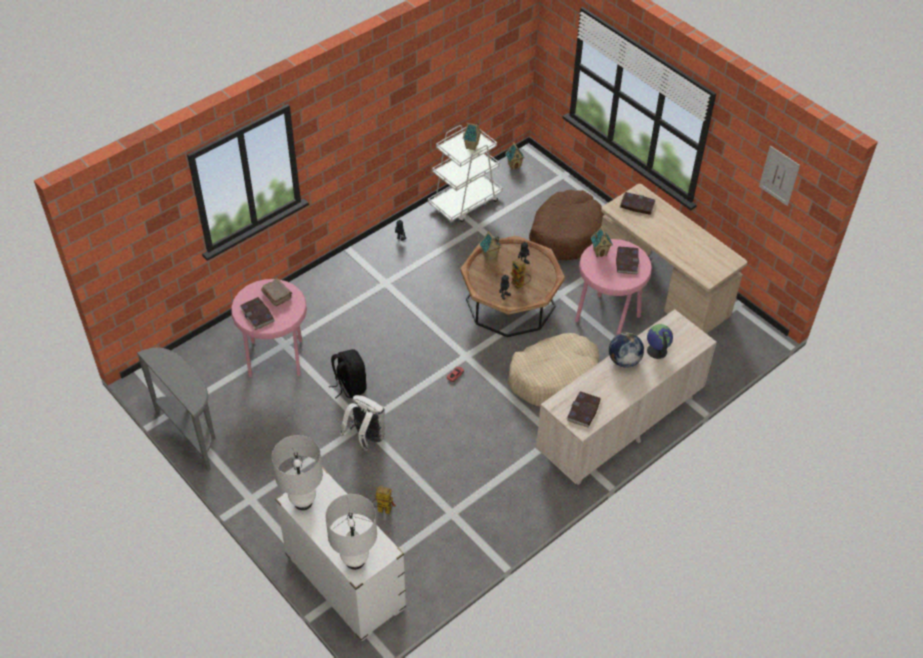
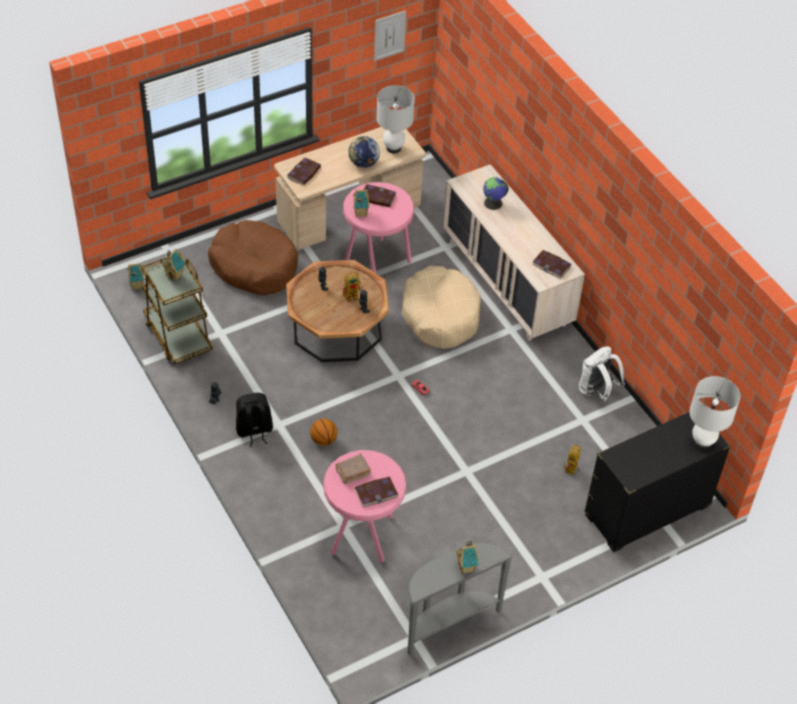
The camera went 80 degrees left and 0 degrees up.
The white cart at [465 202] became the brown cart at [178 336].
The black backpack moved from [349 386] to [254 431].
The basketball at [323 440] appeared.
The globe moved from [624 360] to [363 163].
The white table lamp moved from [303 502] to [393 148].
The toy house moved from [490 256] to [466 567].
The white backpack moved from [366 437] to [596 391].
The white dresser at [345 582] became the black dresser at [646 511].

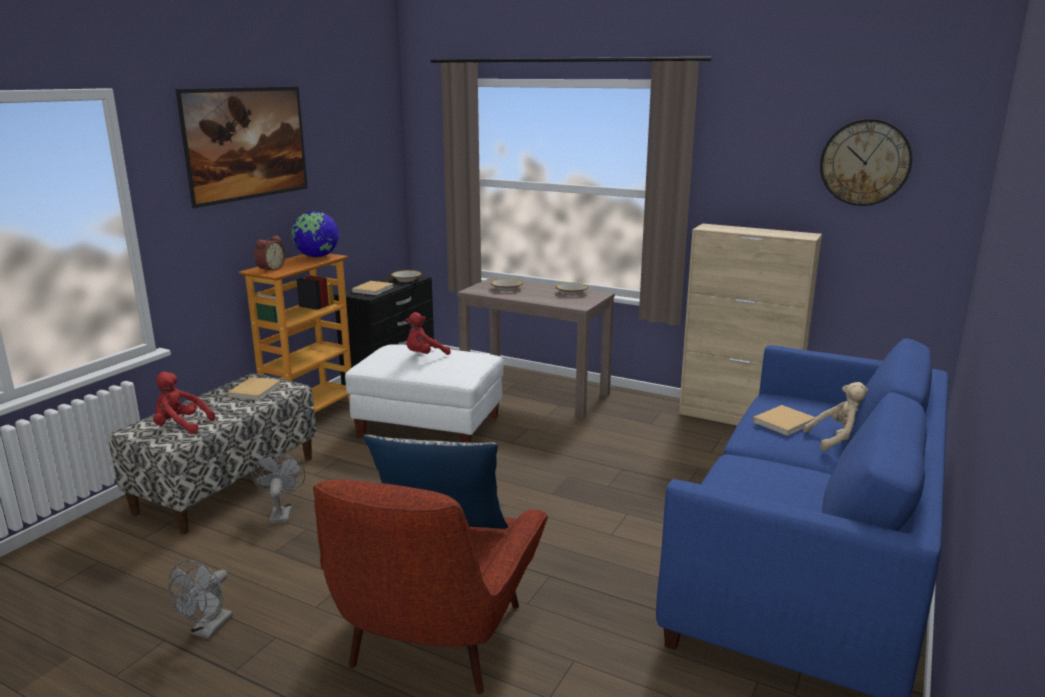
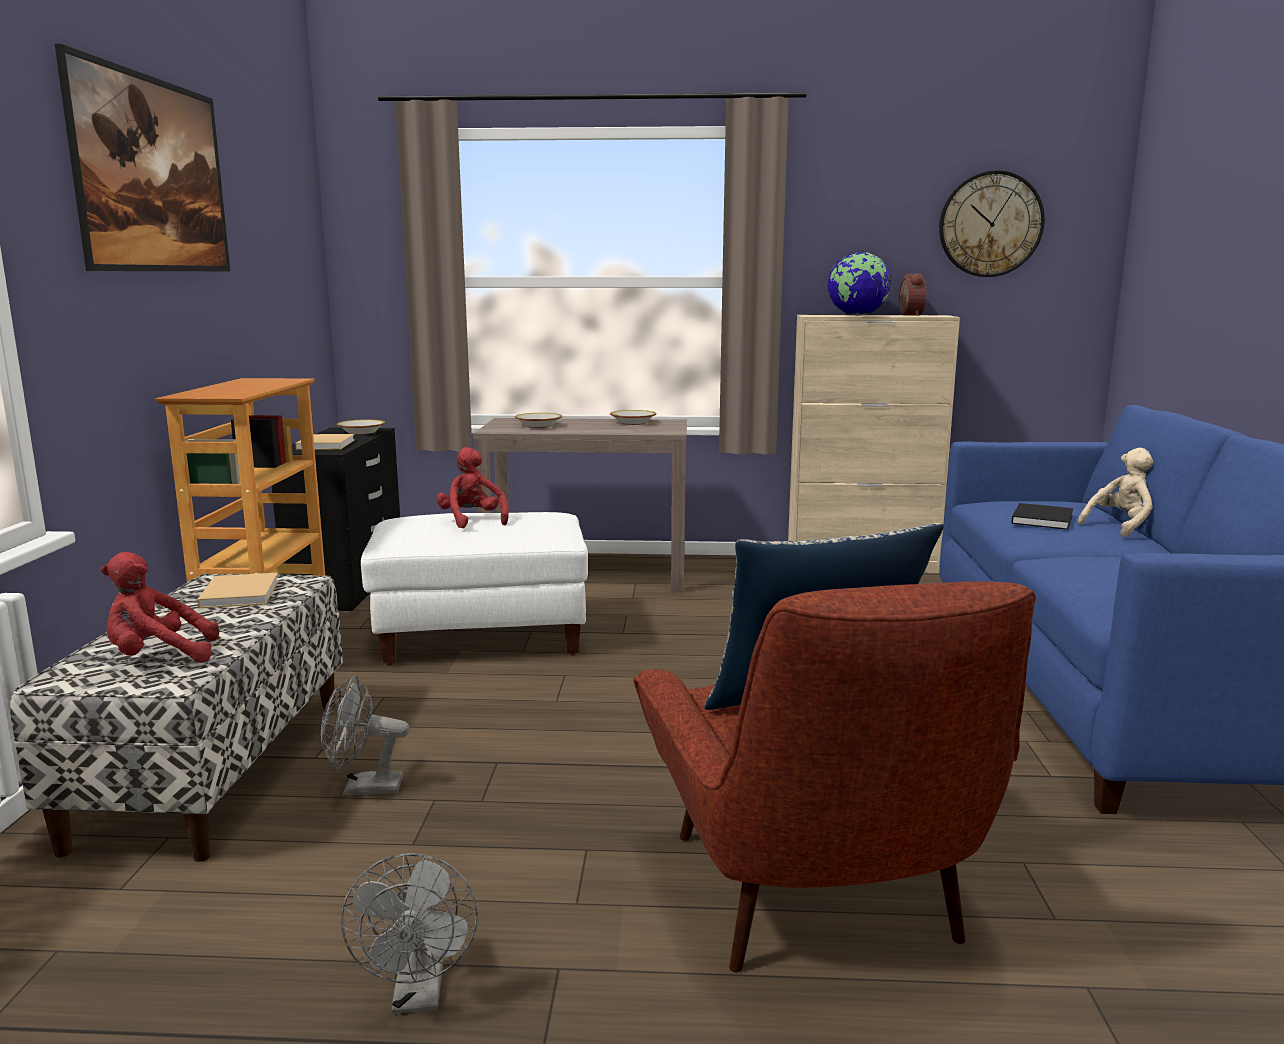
The camera went 25 degrees left and 5 degrees down.
The grey fan at [281 513] turned 60 degrees counterclockwise.
The red plush toy at [425 355] turned 120 degrees clockwise.
The globe moved from [317 257] to [857 315].
The alarm clock moved from [270 269] to [908 315].
The beige book at [785 422] became the black book at [1042 519].

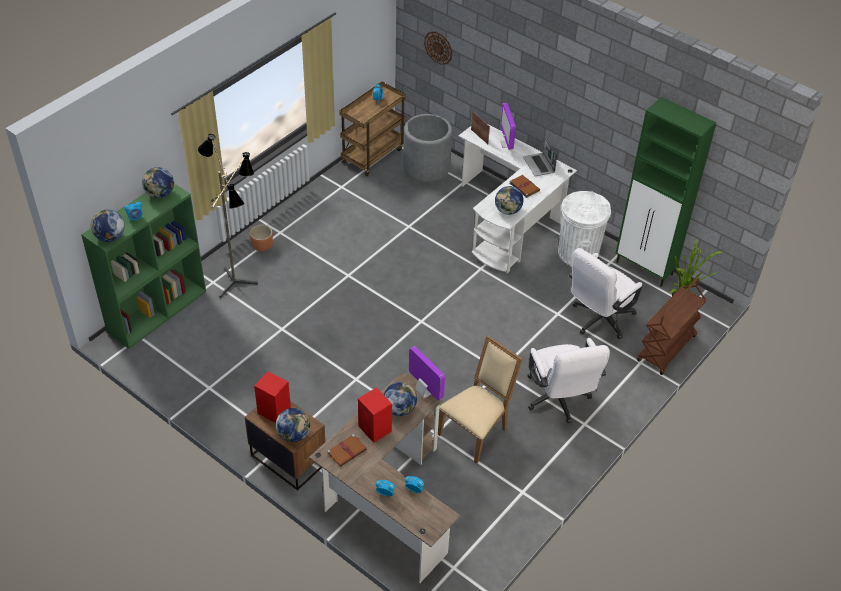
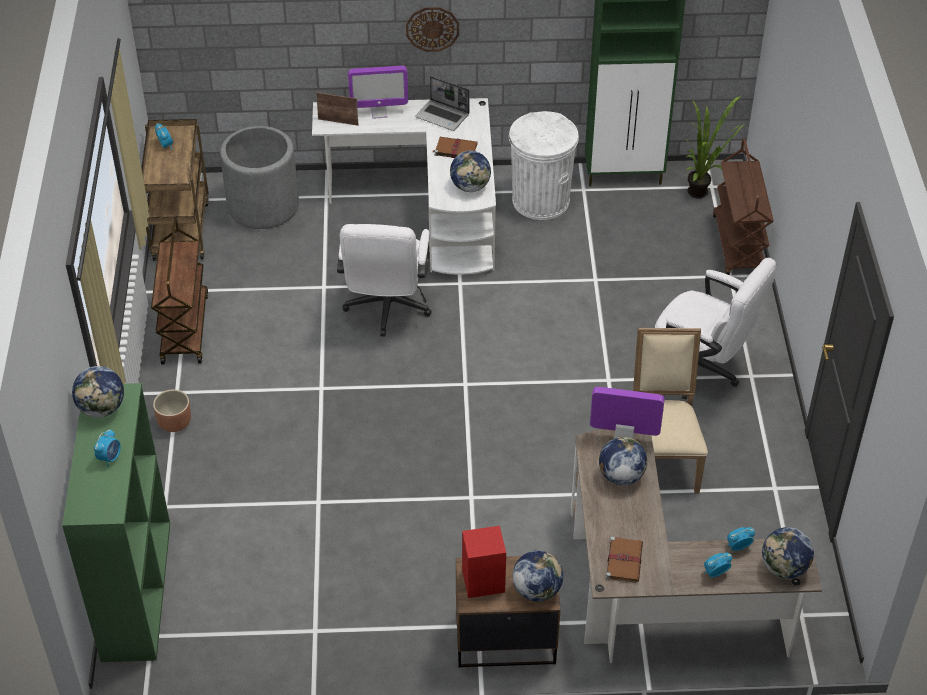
The camera went 40 degrees left and 0 degrees up.
The brown cart at [184 328] appeared.
The white office chair moved from [598 320] to [386 310].
The monitor at [507 144] turned 45 degrees counterclockwise.
The wall clock moved from [438 47] to [432 28].
The globe moved from [110 237] to [784 568].
The floor lamp at [238 281] disappeared.
The red speaker at [375 429] disappeared.

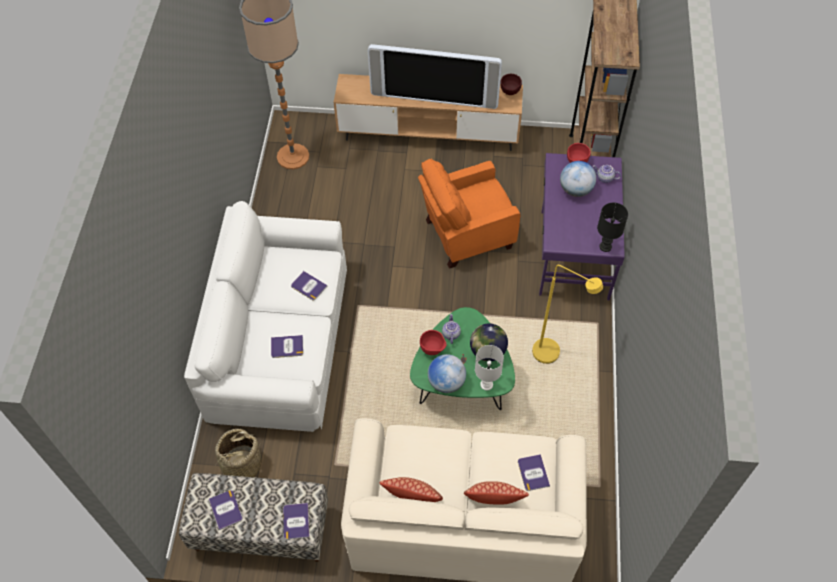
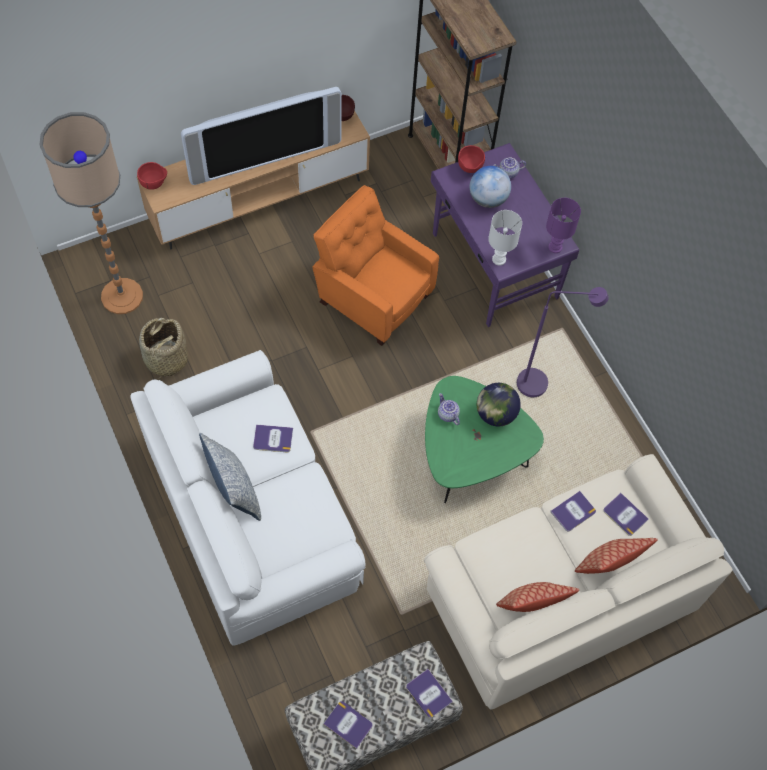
The camera went 35 degrees left and 5 degrees up.
The red bowl moved from [433 350] to [154 185].
The basket moved from [241 464] to [166 359].
The pillow at [233 490] appeared.
The orange armchair at [466 234] turned 90 degrees clockwise.
The white table lamp moved from [487 384] to [499 259].
The yellow floor lamp at [552 355] became the purple floor lamp at [541 384].
The black table lamp at [605 247] became the purple table lamp at [555 248].
The book moved from [287 347] to [573 512].
The globe at [446 382] disappeared.

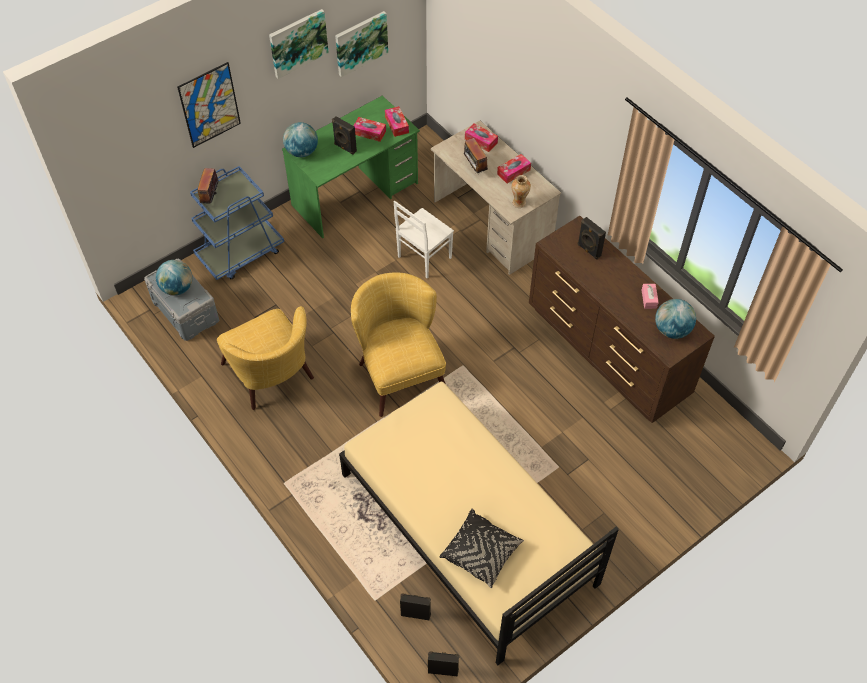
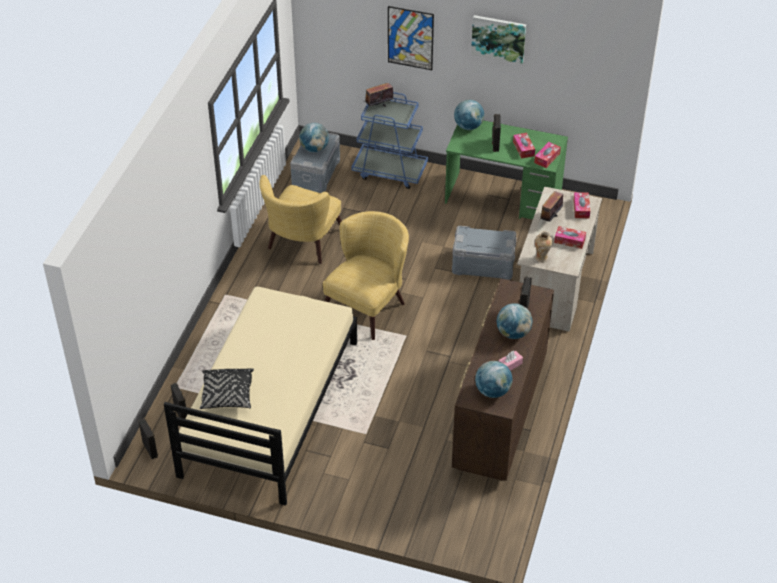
The camera went 55 degrees right and 10 degrees down.
The white chair at [423 257] was replaced by the grey storage box at [483 264].
The globe at [513 333] appeared.
The picture at [361 43] disappeared.

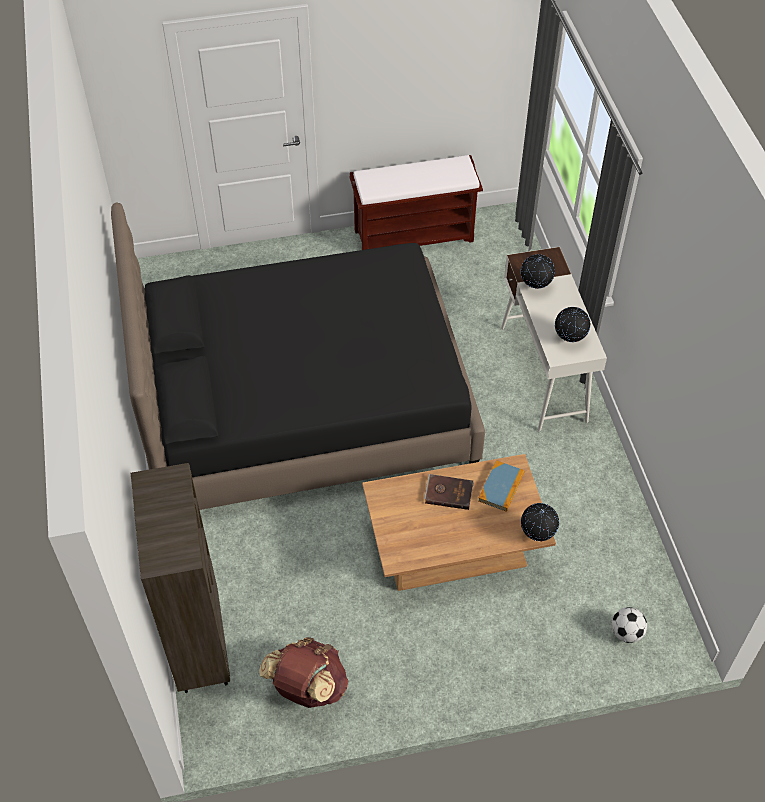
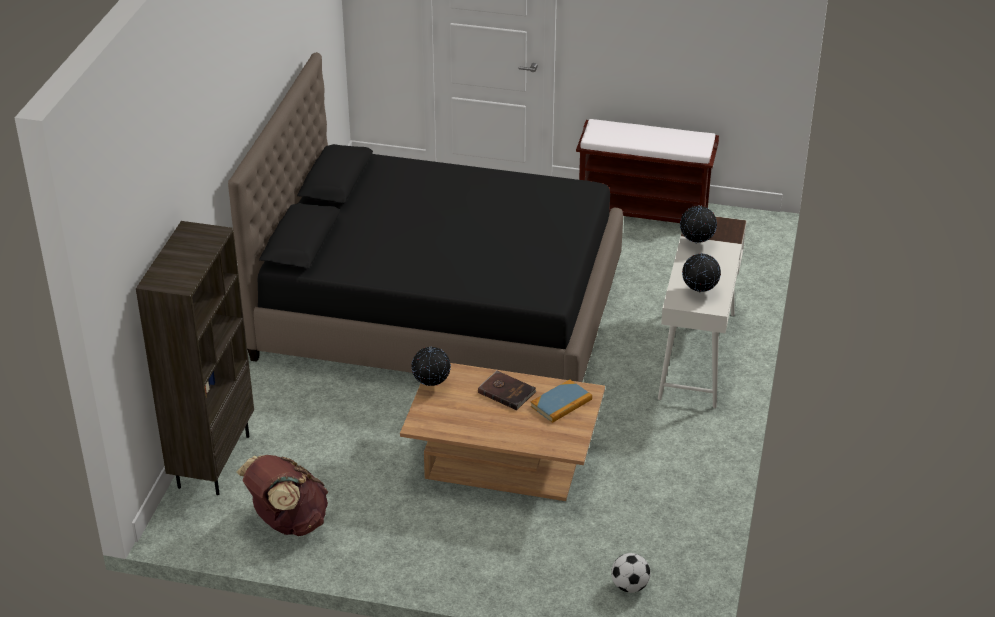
The camera went 25 degrees right and 15 degrees down.
The globe moved from [537 535] to [431 385].

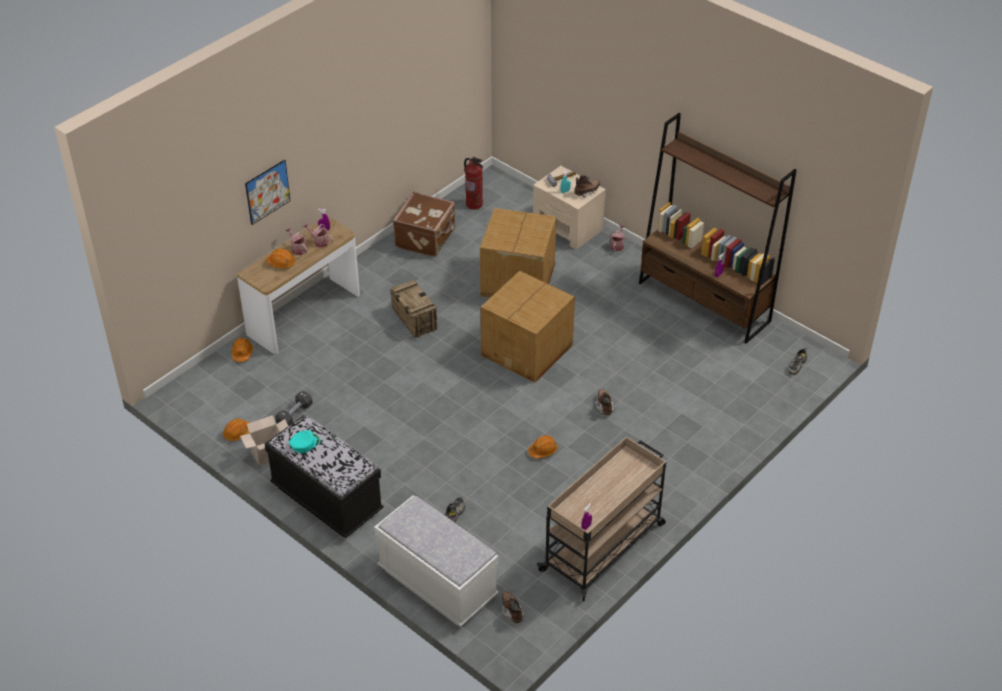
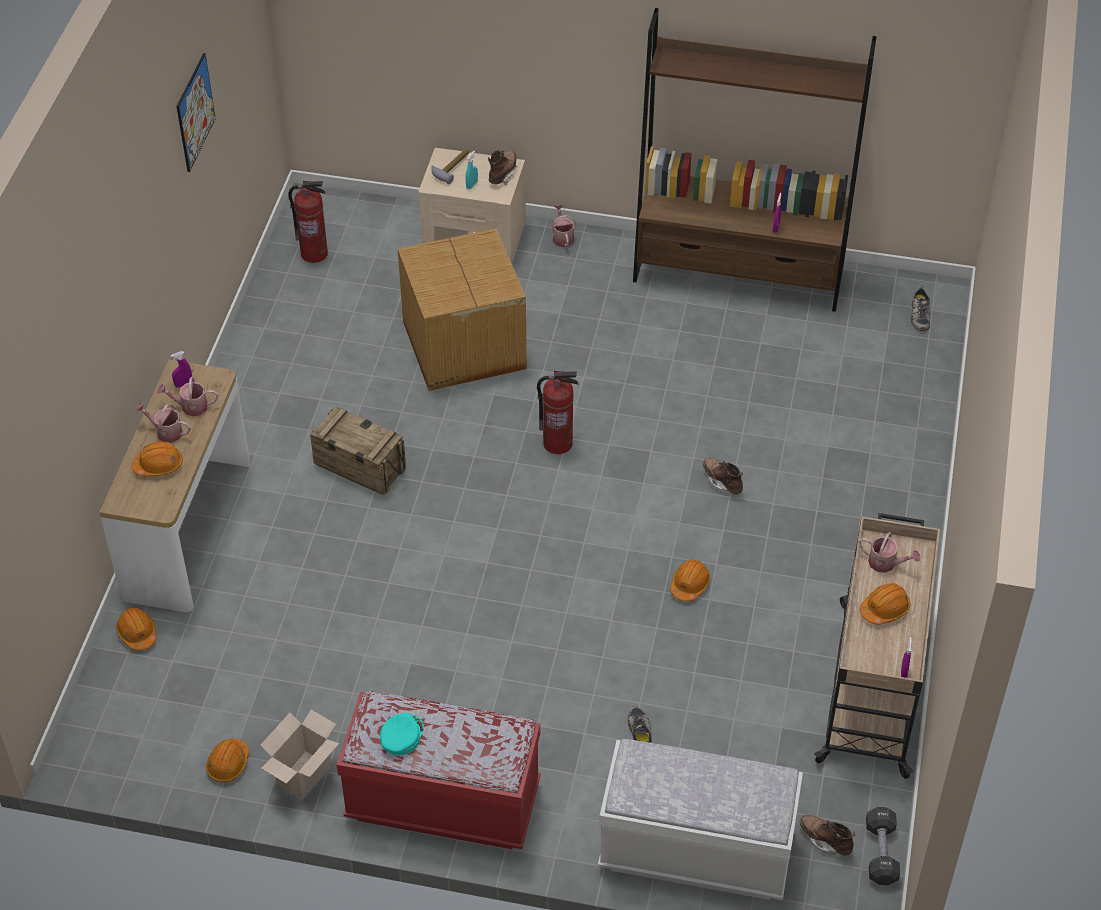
The camera went 30 degrees left and 5 degrees up.
The picture moved from [267 192] to [195 112].
The black bench at [327 499] became the red bench at [443 803].
The cardboard box at [528 350] was replaced by the fire extinguisher at [557 443].
The watering can at [886 563] appeared.
The orange hard hat at [884 609] appeared.
The black dumbbell moved from [294 415] to [881 853].
The brown suitcase at [426 238] disappeared.

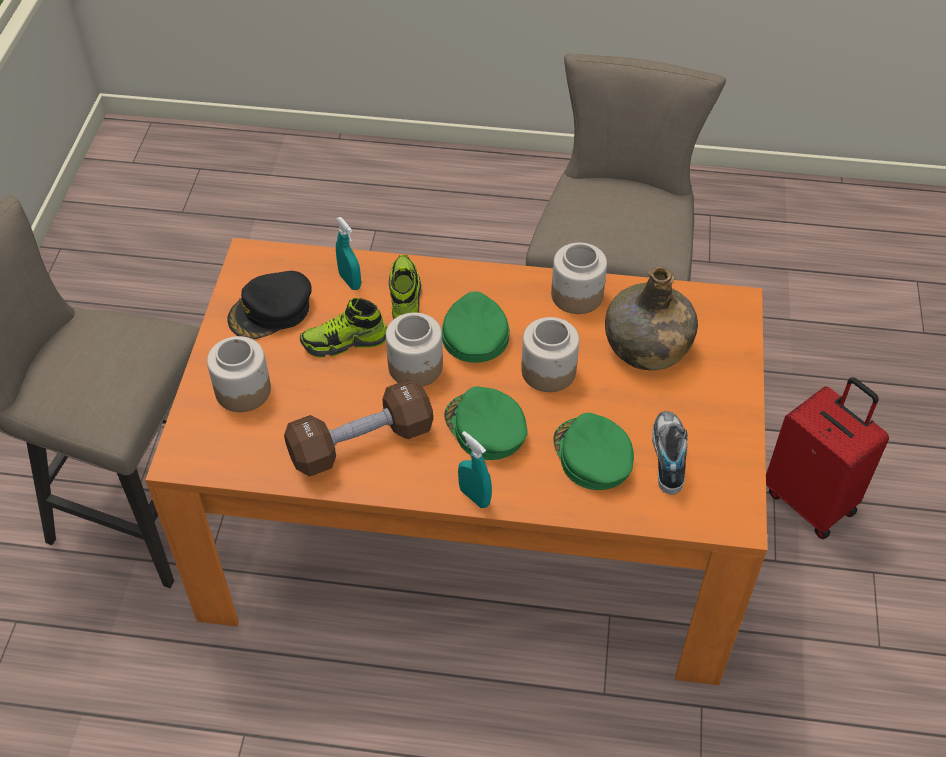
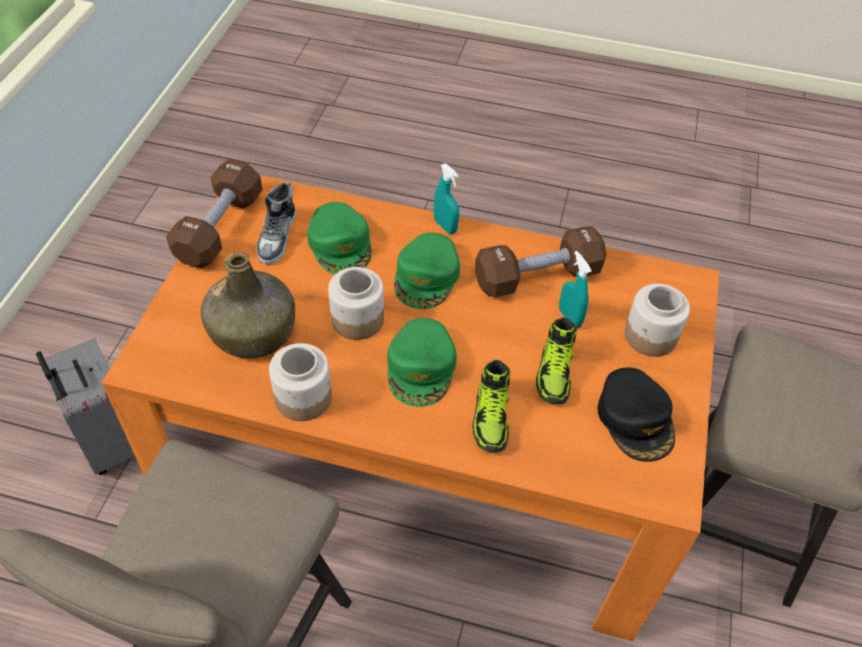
The camera went 175 degrees left and 0 degrees up.
The red suitcase at [811 501] became the grey suitcase at [109 444].
The brown dumbbell at [219 228] appeared.
The green cap at [485 427] turned 45 degrees clockwise.
The shoe at [345 342] turned 105 degrees clockwise.
The turquoise spray bottle moved from [350 281] to [569 318].
The black cap at [271 311] turned 105 degrees clockwise.
The jar at [416 367] disappeared.

